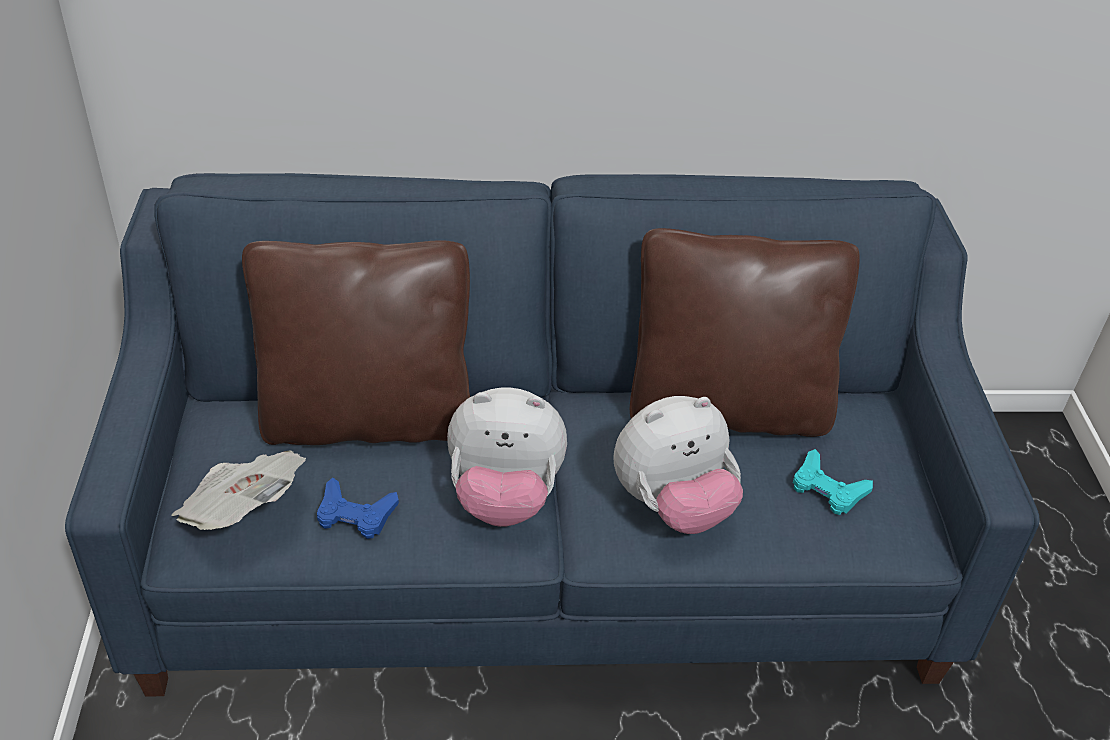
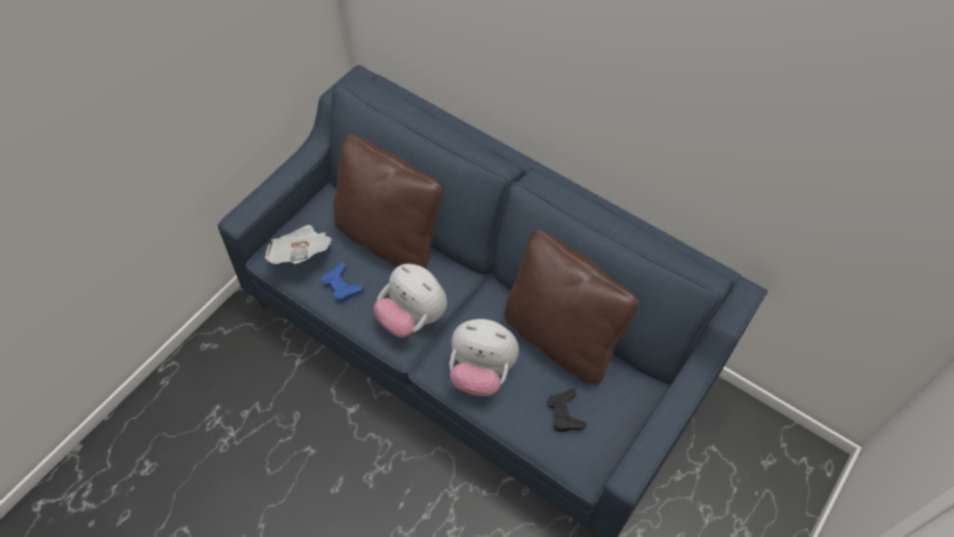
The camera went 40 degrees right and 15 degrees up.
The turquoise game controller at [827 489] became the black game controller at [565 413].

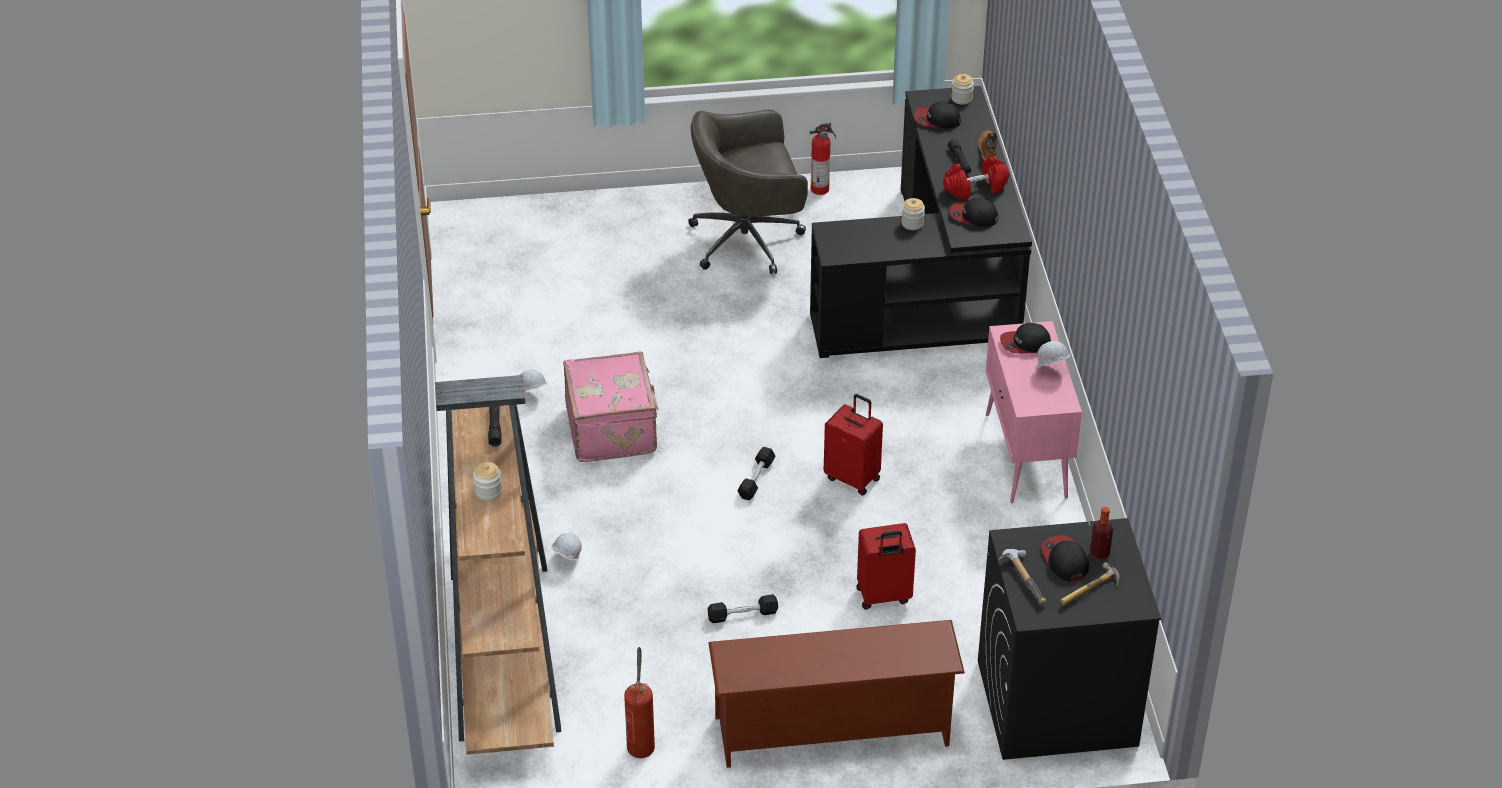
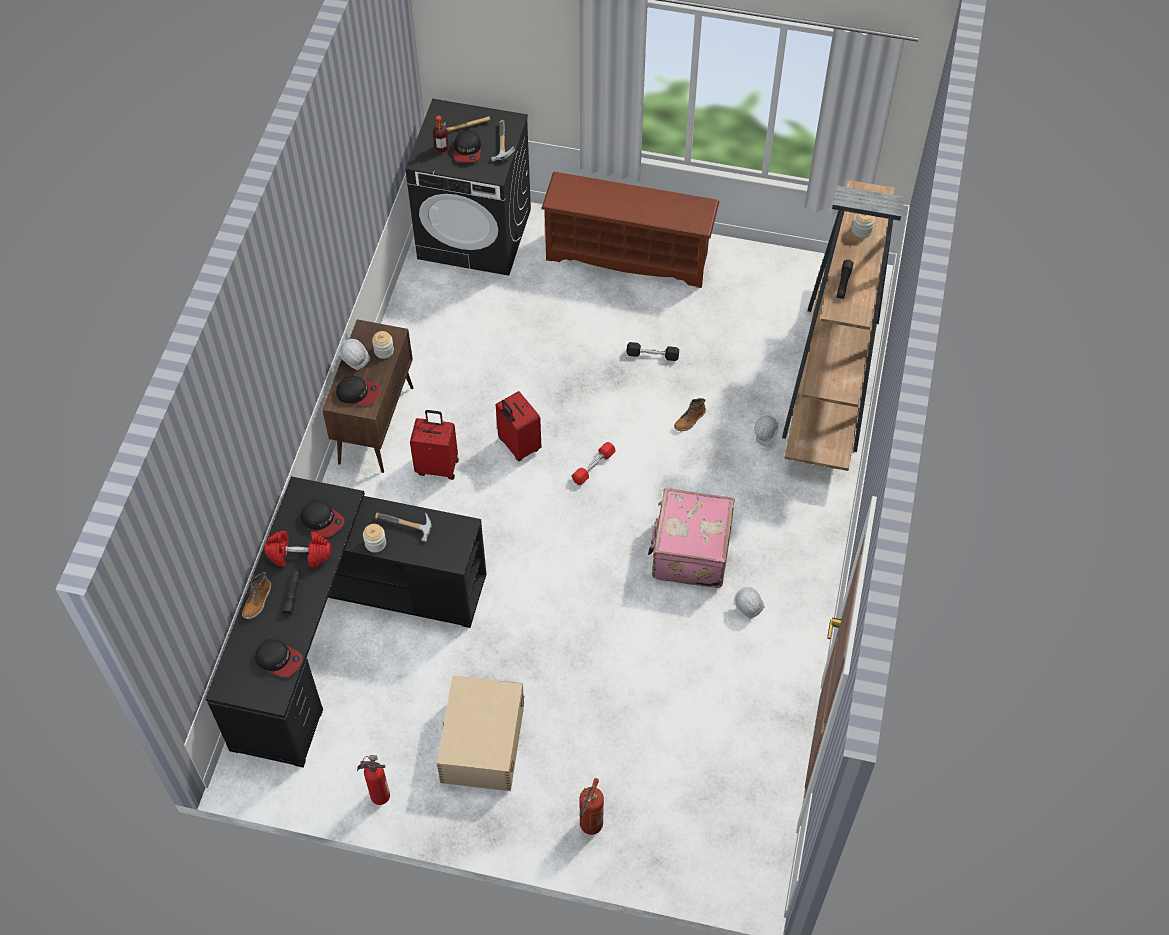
The camera went 160 degrees left and 15 degrees up.
The pink cabinet at [1026 457] became the brown cabinet at [376 424].
The jar moved from [961 98] to [384 351].
The hammer at [405 528] appeared.
The red suitcase moved from [883 596] to [437 466].
The grey office chair at [749 240] was replaced by the beige storage box at [482 744].
The black dumbbell at [756 479] became the red dumbbell at [593 467].
The fire extinguisher moved from [641 742] to [589 829].
The boot at [690 420] appeared.

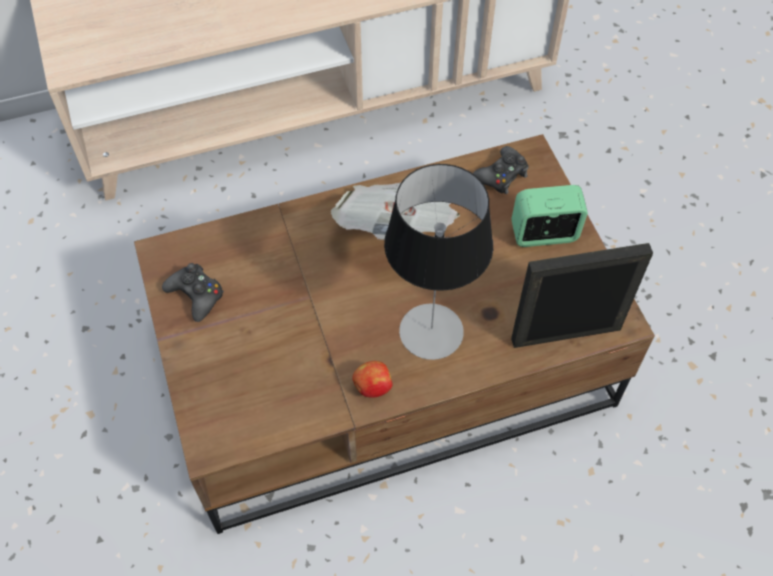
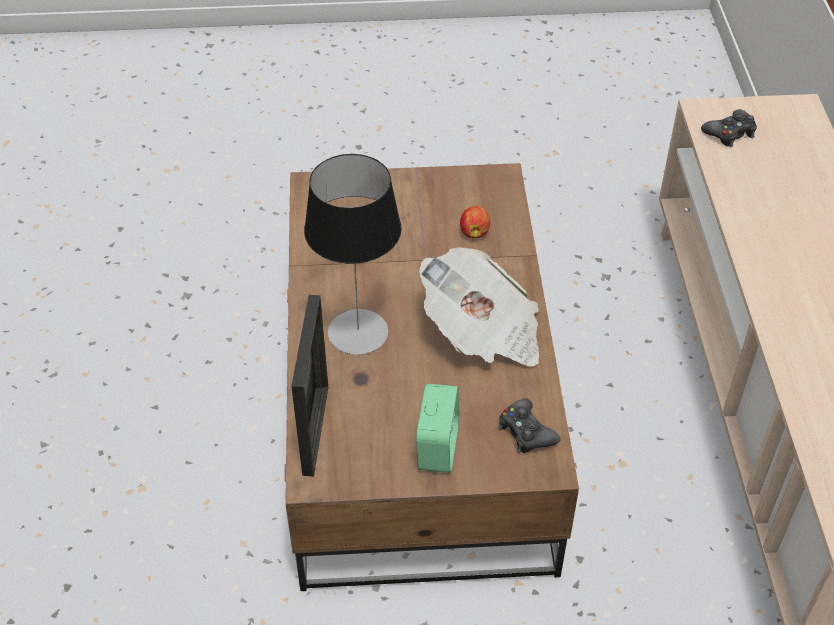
The camera went 105 degrees right and 10 degrees down.
The apple moved from [372 387] to [474 232].
The black game controller moved from [196 295] to [730 133].

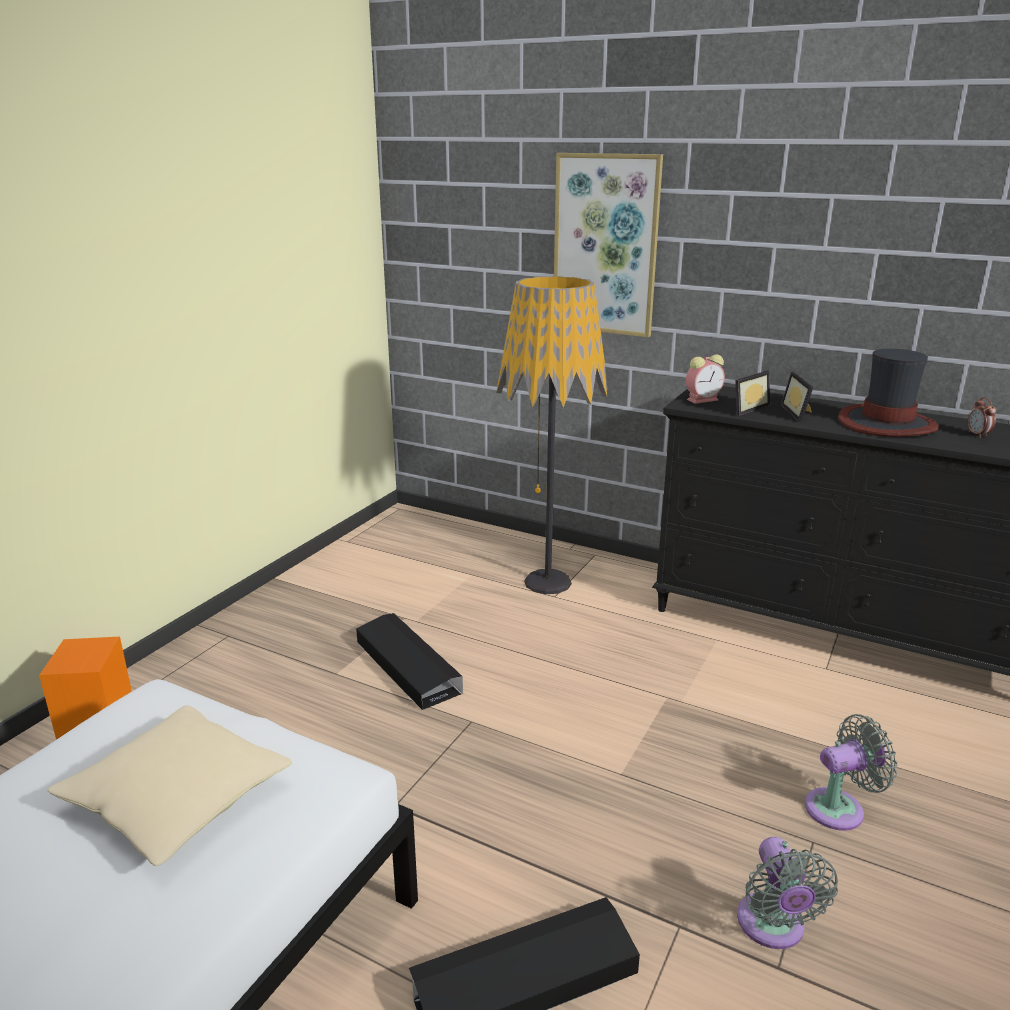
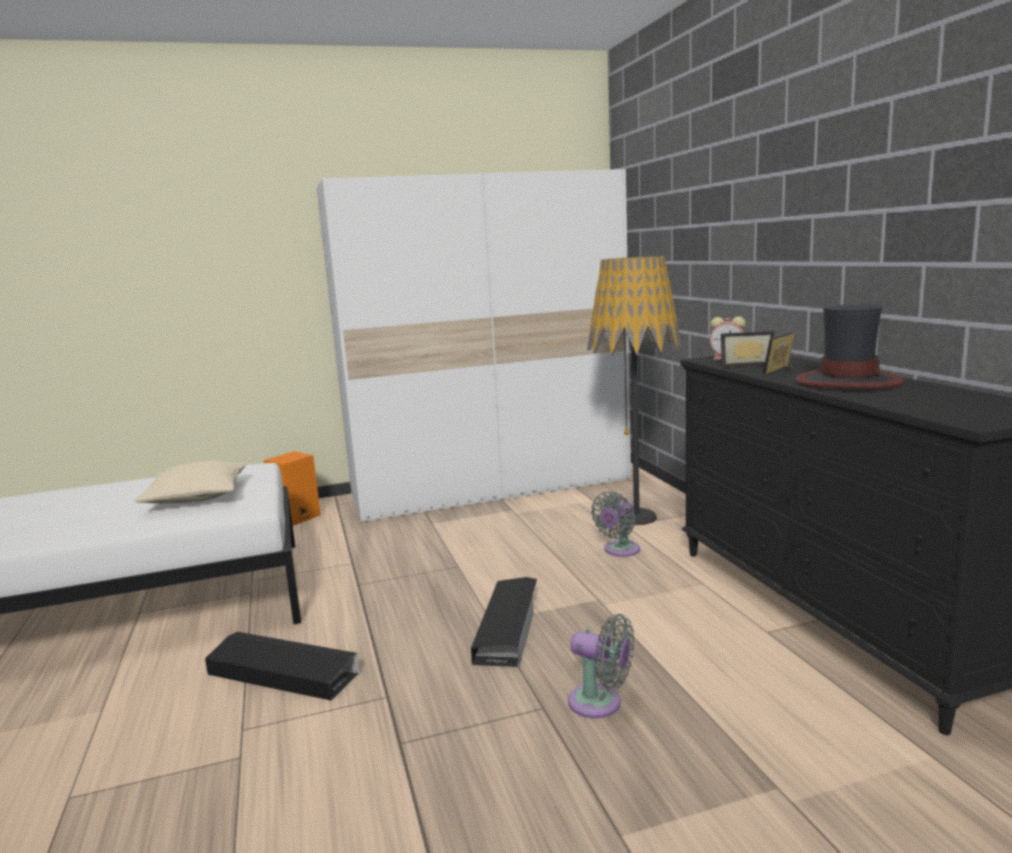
The camera went 45 degrees right and 10 degrees down.
The white wardrobe at [491 487] appeared.
The black storage box moved from [407 667] to [508 628].
The grey fan moved from [773 928] to [619 551].
The picture at [605 245] disappeared.
The alarm clock at [978 435] disappeared.

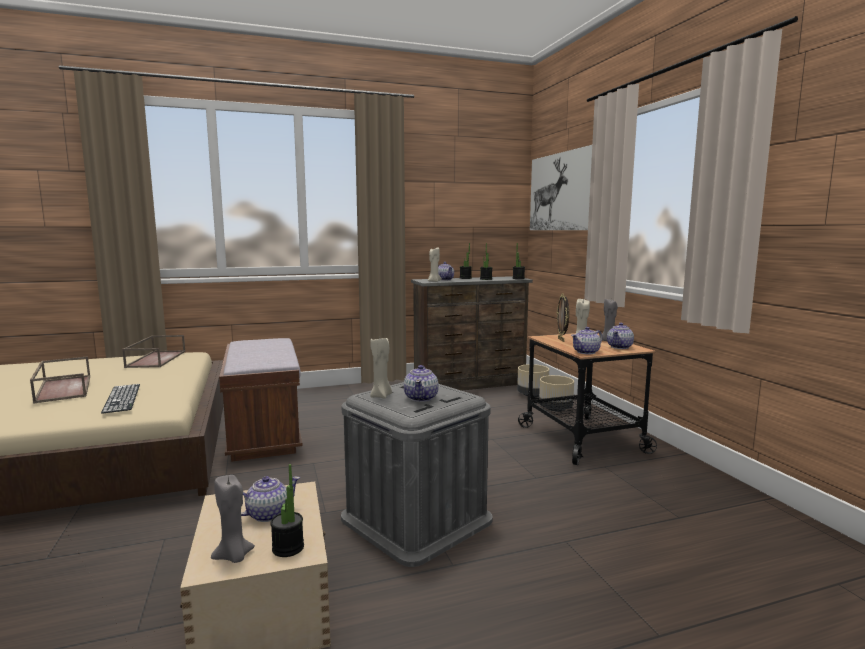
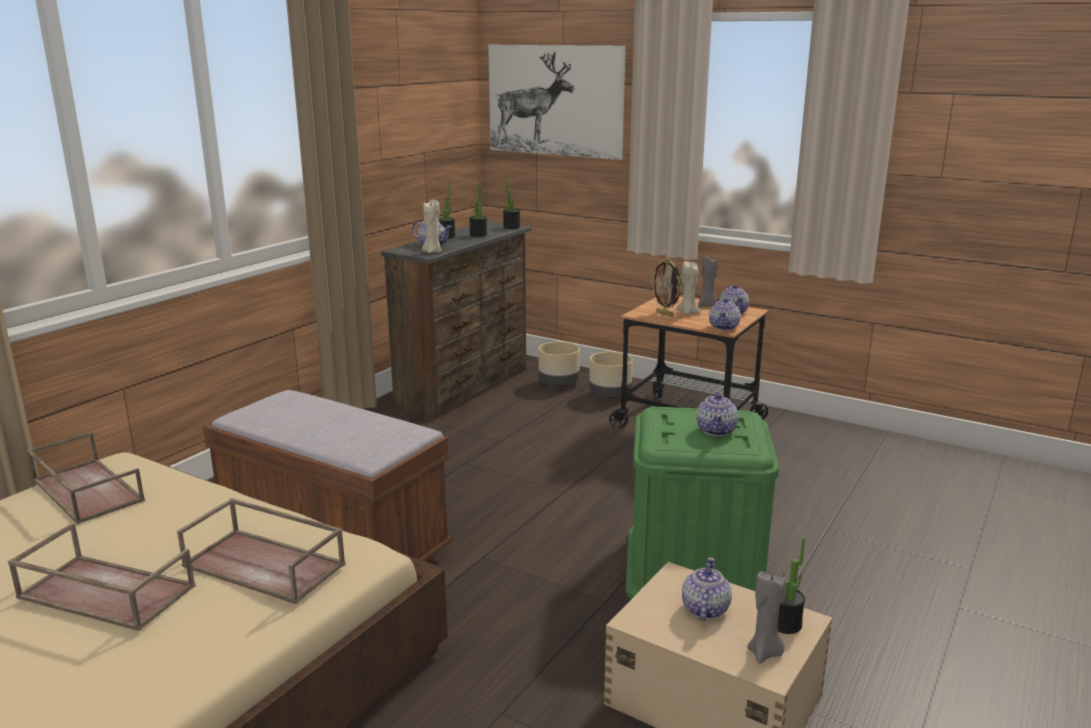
The camera went 40 degrees left and 10 degrees up.
The keyboard at [122 398] was replaced by the brown tray at [266 565].
The grey storage box at [416 519] became the green storage box at [694 566].
The teapot at [421 398] turned 45 degrees clockwise.
The beige candle at [381 396] disappeared.

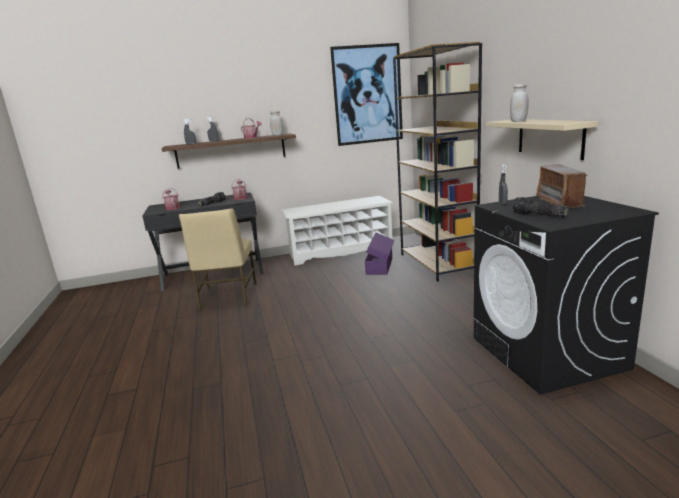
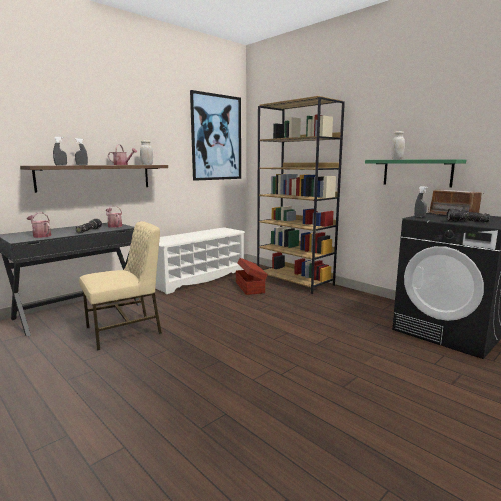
The camera went 30 degrees left and 5 degrees down.
The beige chair at [227 297] turned 90 degrees counterclockwise.
The purple storage box at [380 266] became the brown storage box at [250 287].
The beige shelf at [550 137] became the green shelf at [417 172].

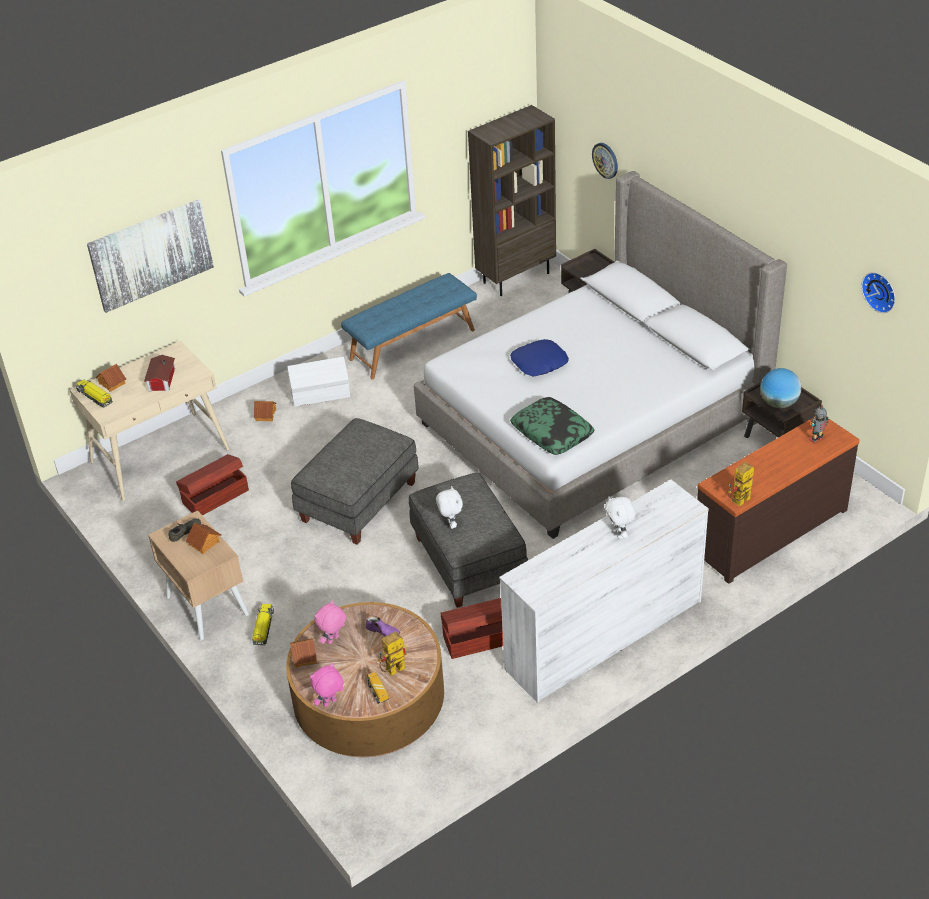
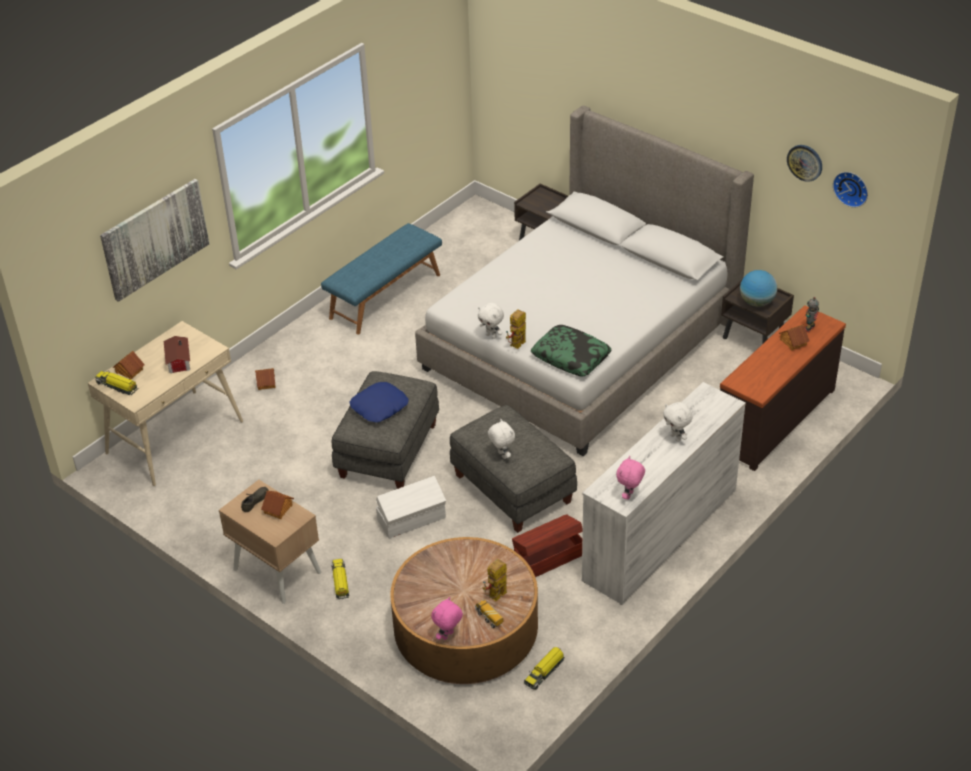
The camera went 15 degrees left and 0 degrees up.
The blue pillow moved from [539 363] to [379 407].
The white storage box moved from [321 394] to [412 519].
The white plush toy at [491 336] appeared.
The toy robot moved from [739 503] to [517 346].
The toy truck at [544 671] appeared.
The pink plush toy moved from [333 640] to [629 495].
The toy house moved from [303 656] to [793 342].
The wall clock moved from [605 160] to [805 162].
The brown storage box at [214 496] disappeared.
The purple shoe at [383 631] disappeared.
The brown bookcase at [516 277] disappeared.

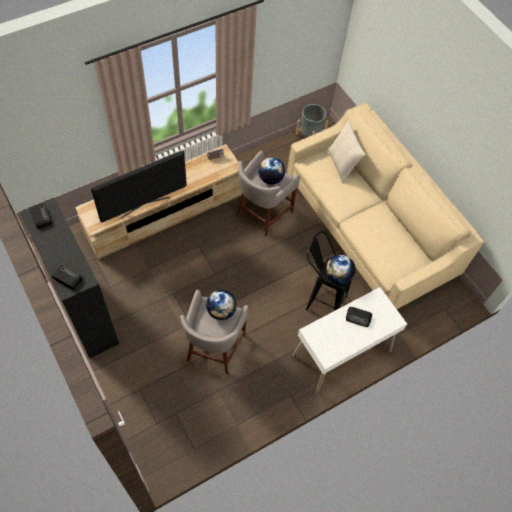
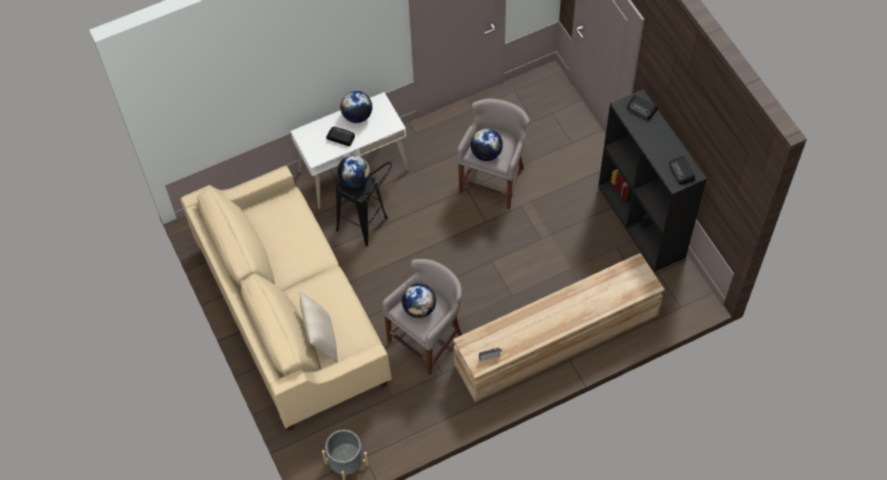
The camera went 170 degrees left and 0 degrees up.
The globe at [357 116] appeared.
The television at [144 207] disappeared.

